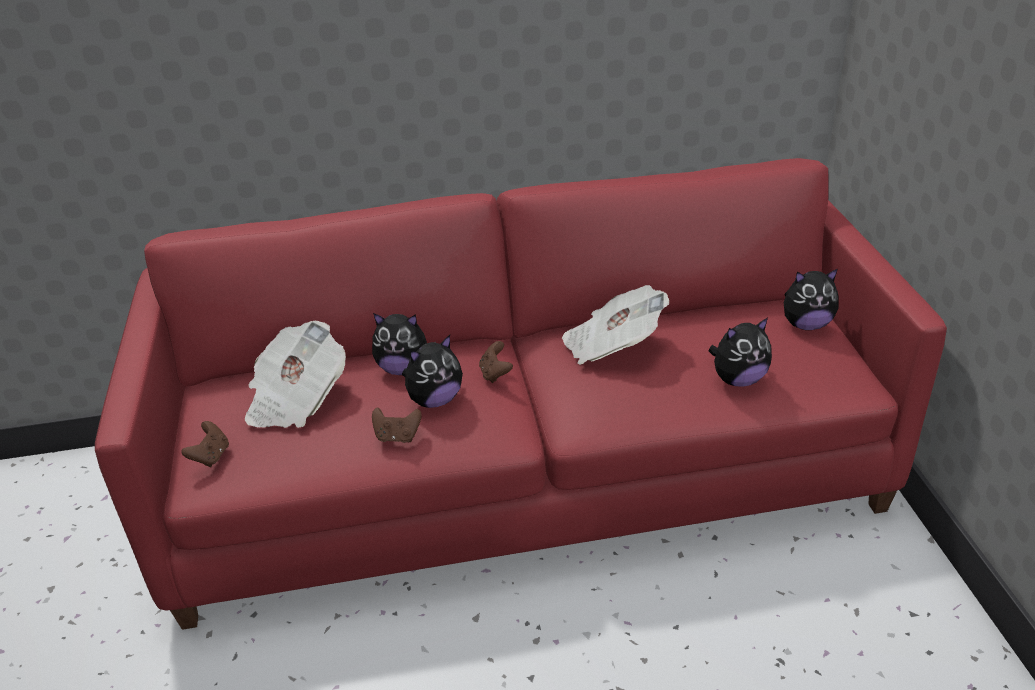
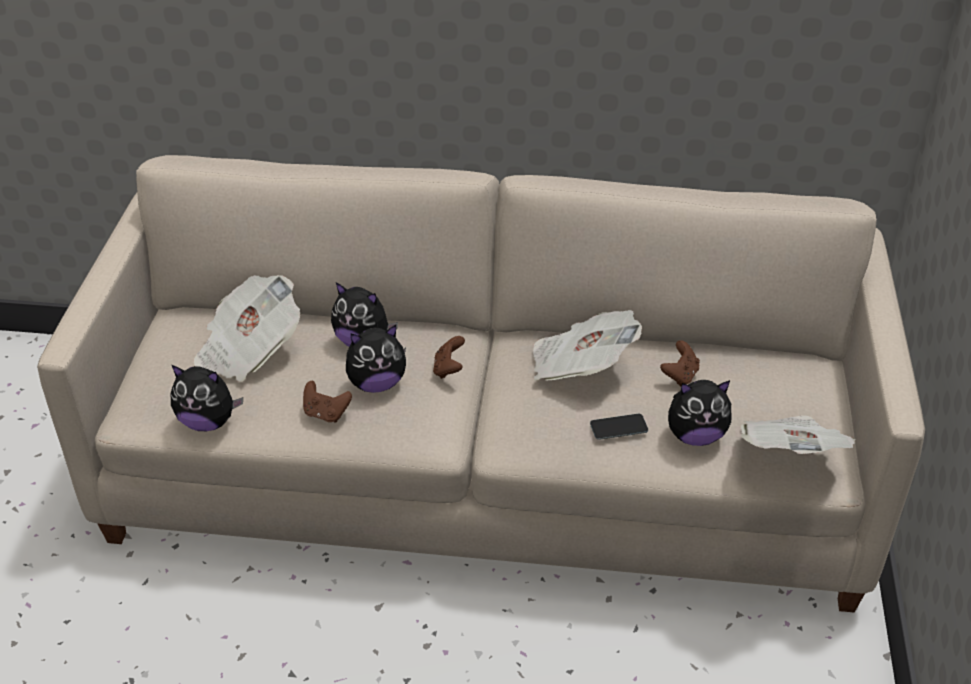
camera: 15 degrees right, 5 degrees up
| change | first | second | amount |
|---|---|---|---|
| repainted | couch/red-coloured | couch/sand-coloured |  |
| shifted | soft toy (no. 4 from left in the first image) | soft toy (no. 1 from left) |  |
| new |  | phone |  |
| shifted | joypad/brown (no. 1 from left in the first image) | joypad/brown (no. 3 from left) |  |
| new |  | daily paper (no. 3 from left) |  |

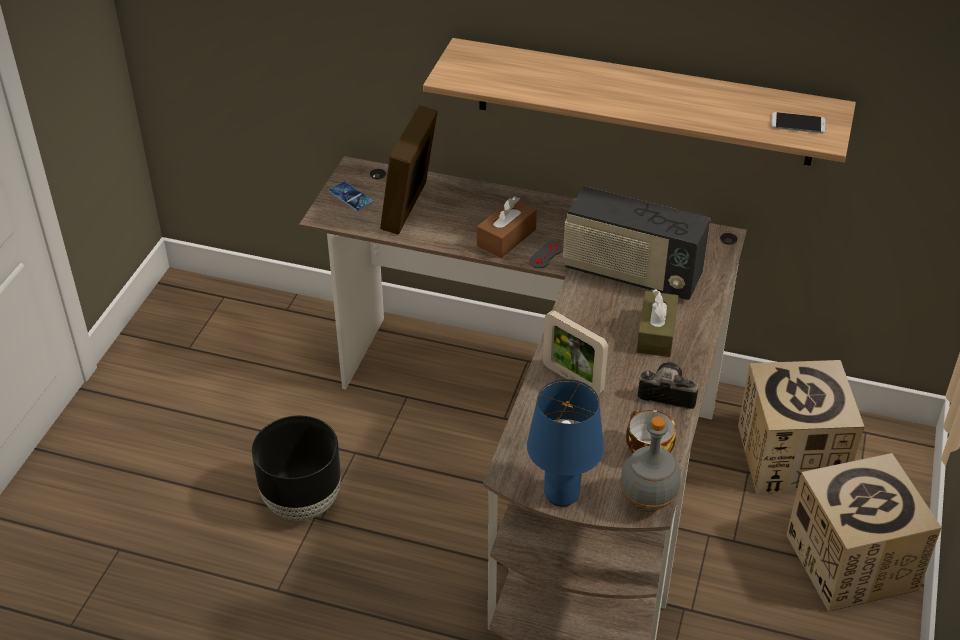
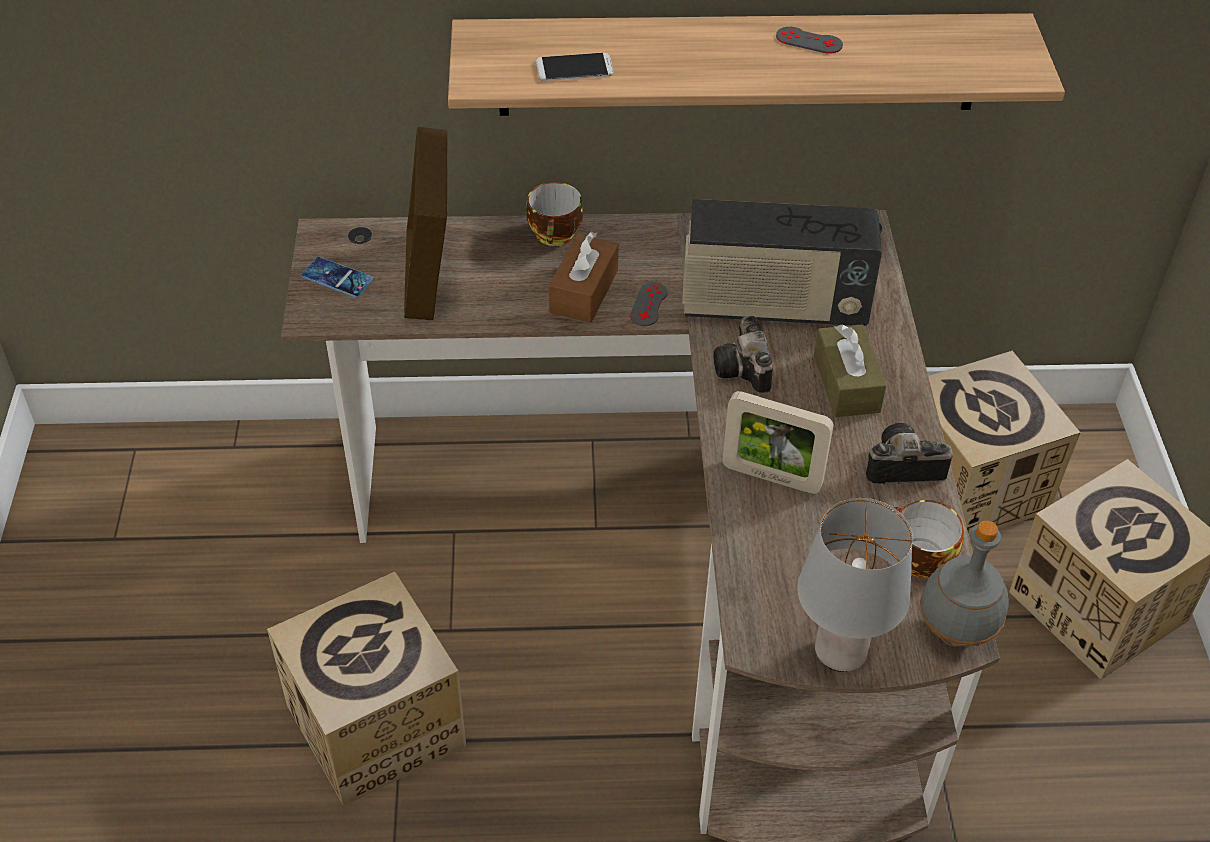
camera: 20 degrees left, 5 degrees up
| change | first | second | amount |
|---|---|---|---|
| swapped | flower pot/black | cardboard box (no. 1 from left) |  |
| new |  | cup (no. 1 from left) |  |
| shifted | phone (no. 2 from left) |  |  |
| new |  | photo camera (no. 1 from left) |  |
| new |  | joypad/grey (no. 2 from left) |  |
| repainted | table lamp/bluish | table lamp/grey |  |

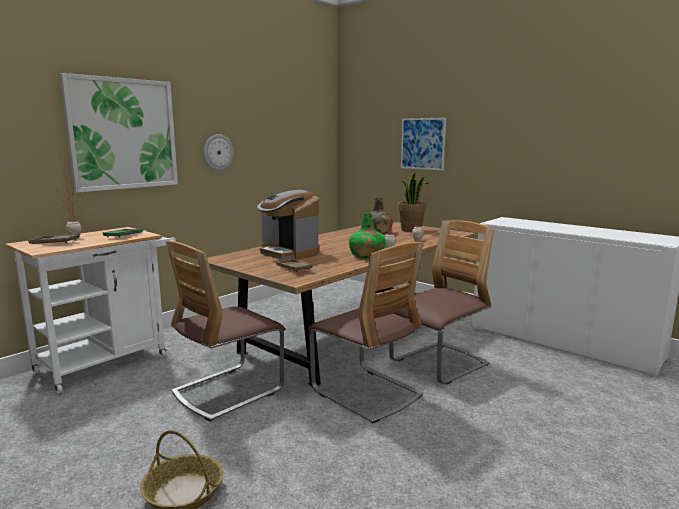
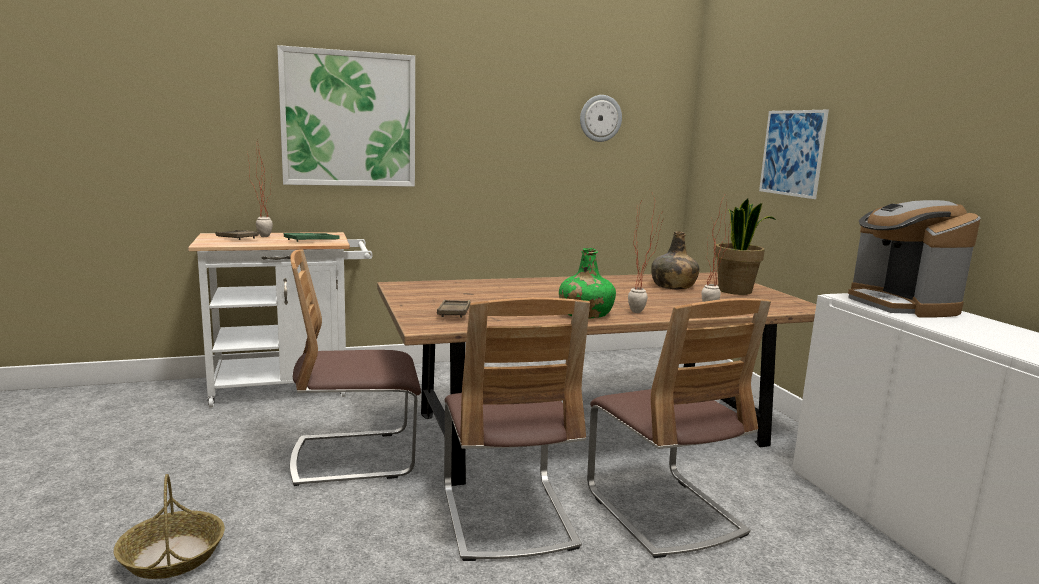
camera: 30 degrees right, 0 degrees up
| change | first | second | amount |
|---|---|---|---|
| shifted | hanging clock |  |  |
| rotated | chair (no. 3 from left) |  | 75 degrees clockwise |
| shifted | coffee brewer |  |  |

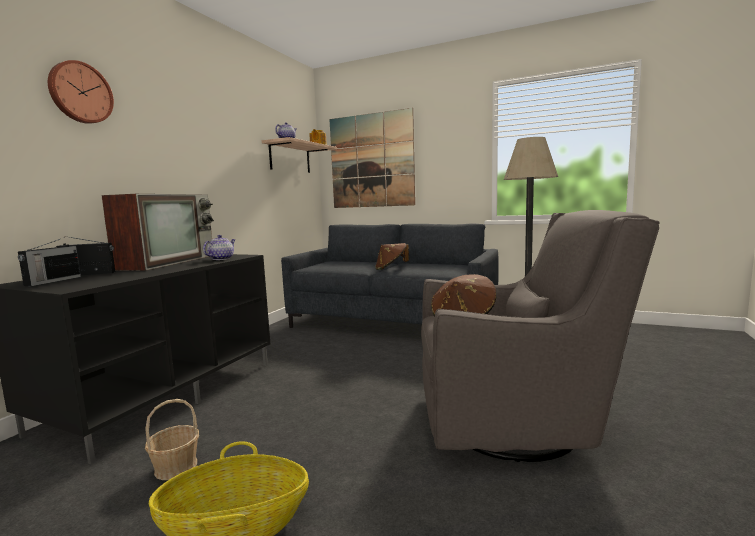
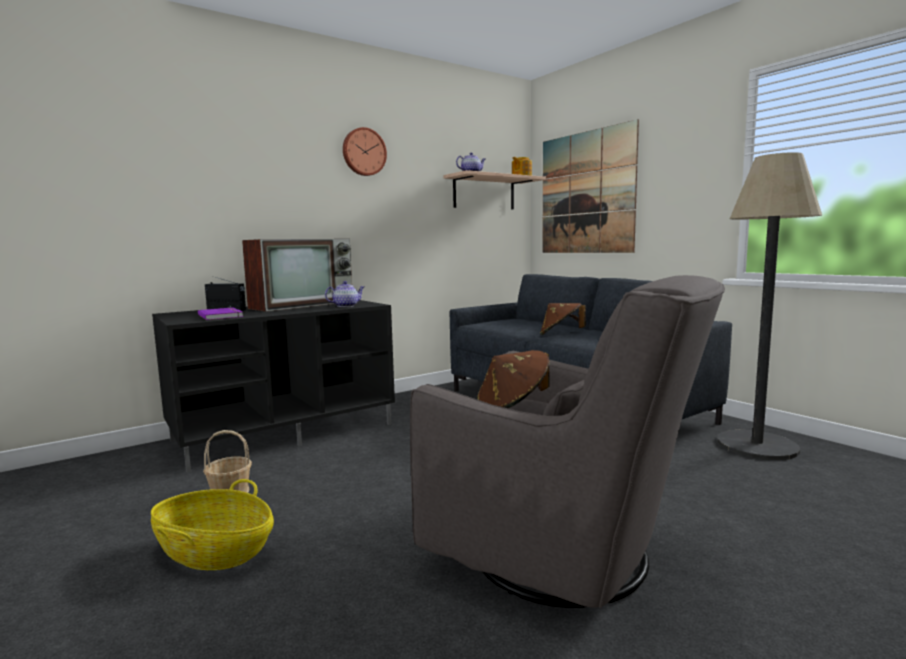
camera: 30 degrees right, 0 degrees up
| change | first | second | amount |
|---|---|---|---|
| new |  | book/purple-coloured |  |
| shifted | hanging clock |  |  |
| gone | radio set (no. 1 from left) |  |  |

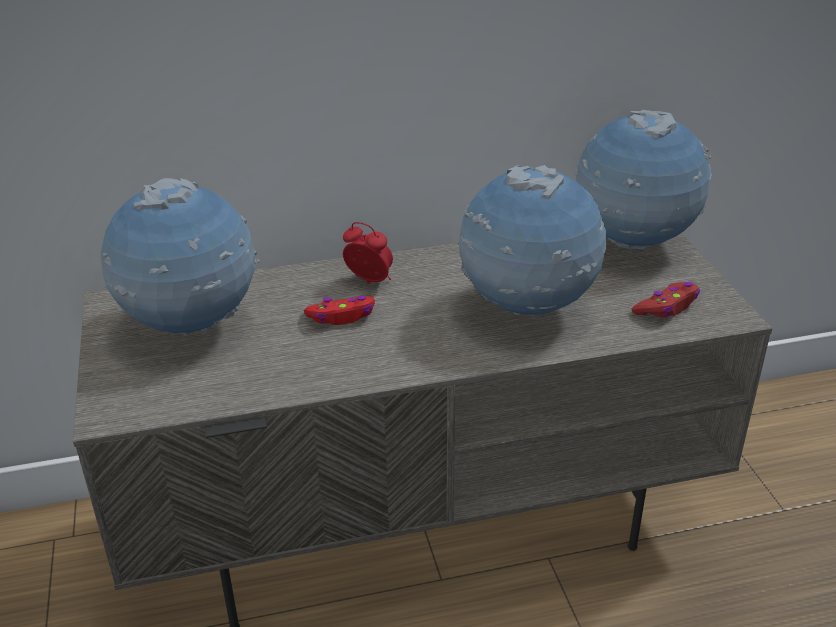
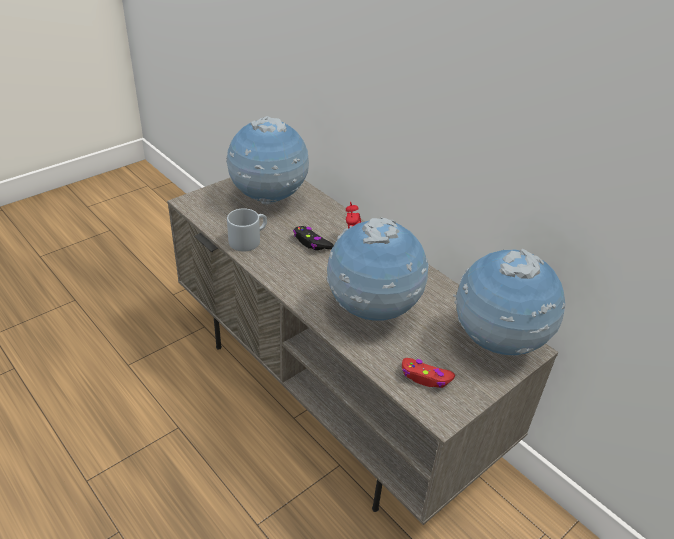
camera: 60 degrees right, 5 degrees up
| change | first | second | amount |
|---|---|---|---|
| new |  | tea mug/grey |  |
| repainted | joypad/red-coloured (no. 1 from left) | joypad/black |  |

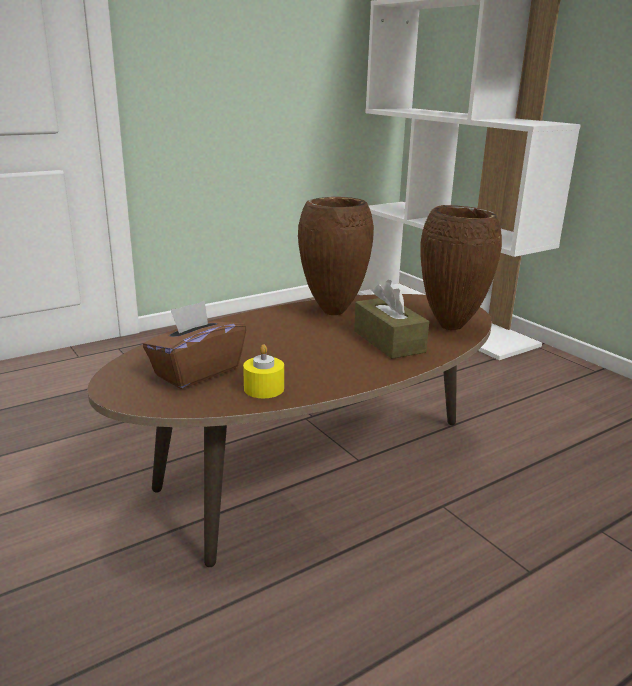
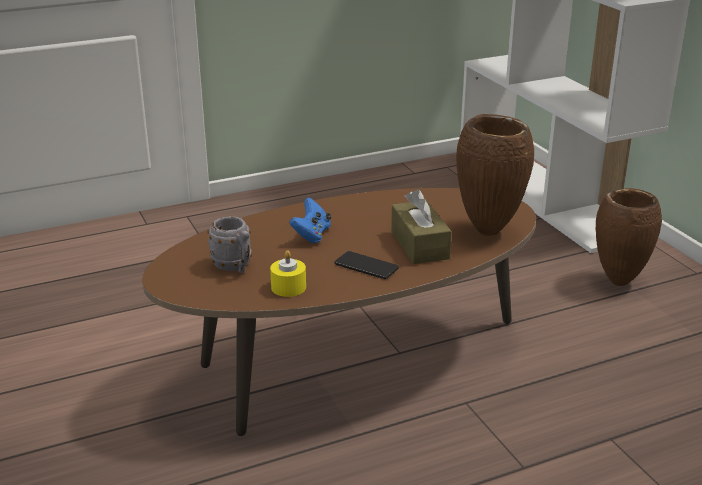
camera: 10 degrees right, 5 degrees up
| change | first | second | amount |
|---|---|---|---|
| swapped | box of tissues/brown (no. 1 from left) | tea mug/grey |  |
| new |  | joypad/bluish |  |
| new |  | phone |  |
| shifted | decorative vase/brown (no. 1 from left in the first image) | decorative vase/brown (no. 2 from left) |  |

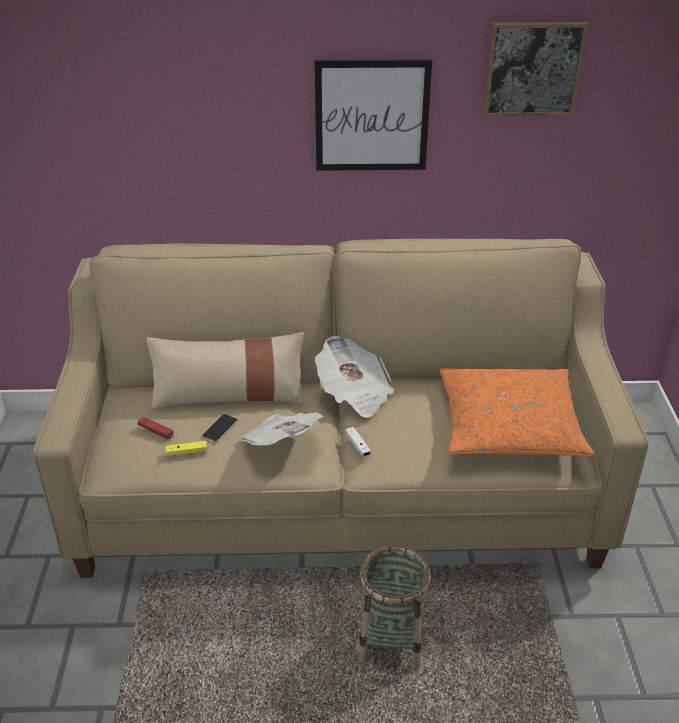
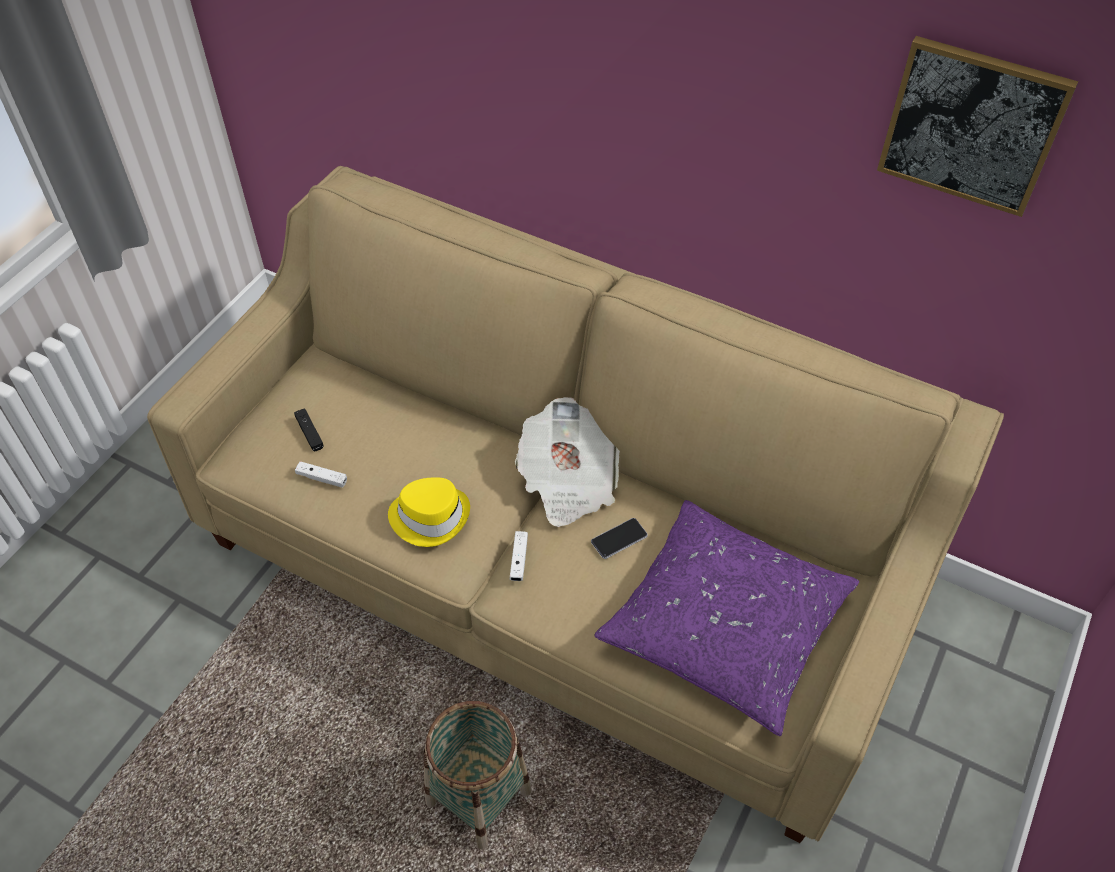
camera: 30 degrees right, 15 degrees up
| change | first | second | amount |
|---|---|---|---|
| repainted | joypad/red-coloured | joypad/black |  |
| repainted | joypad/yellowish | joypad/white (no. 1 from left) |  |
| swapped | daily paper (no. 1 from left) | hat/yellowish |  |
| shifted | phone |  |  |
| repainted | throw pillow/orange-coloured | throw pillow/purple-coloured |  |
| gone | throw pillow/sand-coloured |  |  |
| gone | picture (no. 1 from left) |  |  |

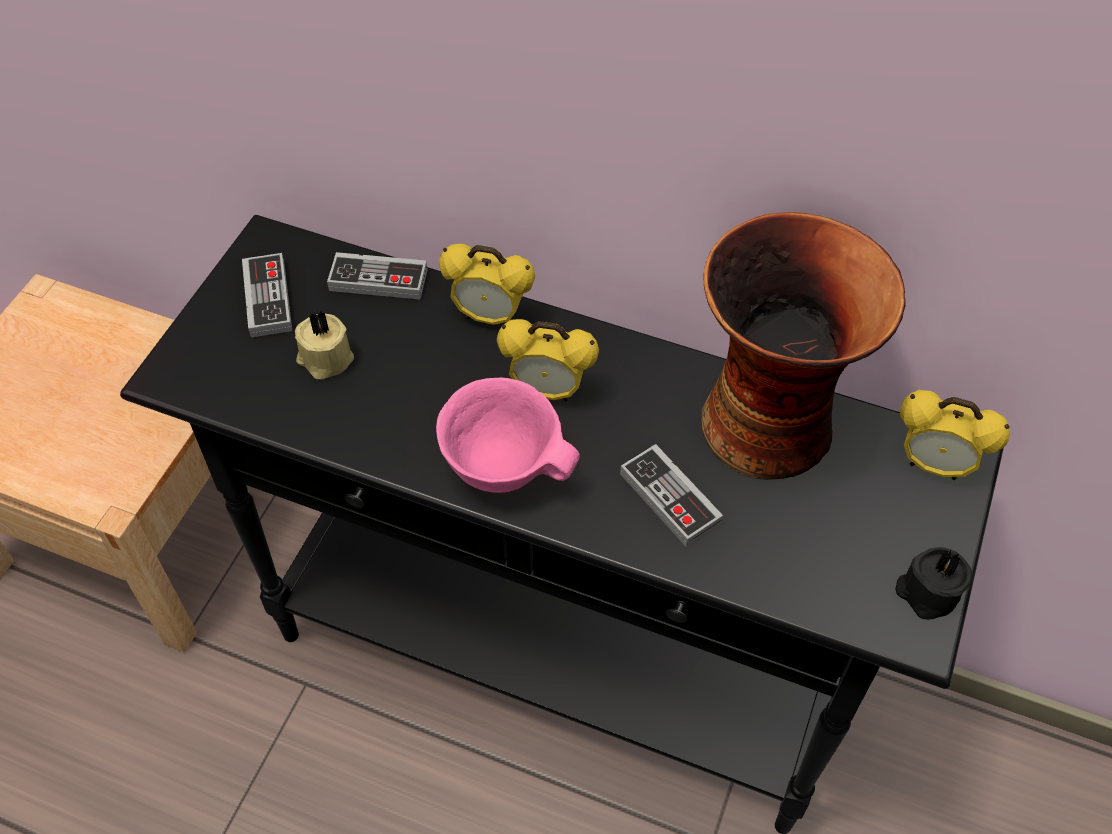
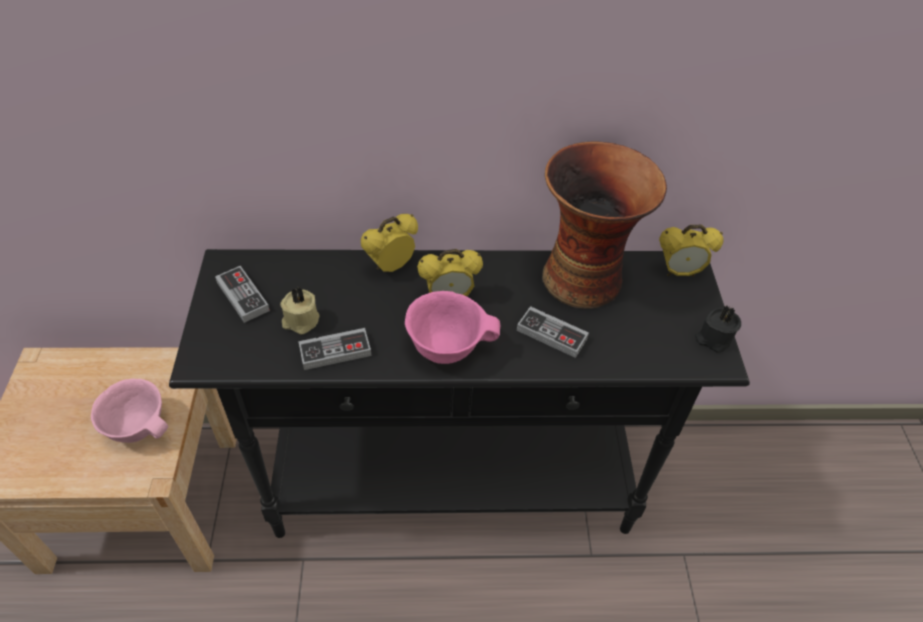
camera: 25 degrees left, 5 degrees down
| change | first | second | amount |
|---|---|---|---|
| new |  | deep dish/pinkish (no. 1 from left) |  |
| shifted | joypad (no. 2 from left) |  |  |
| rotated | bedside clock (no. 1 from left) |  | 150 degrees clockwise |

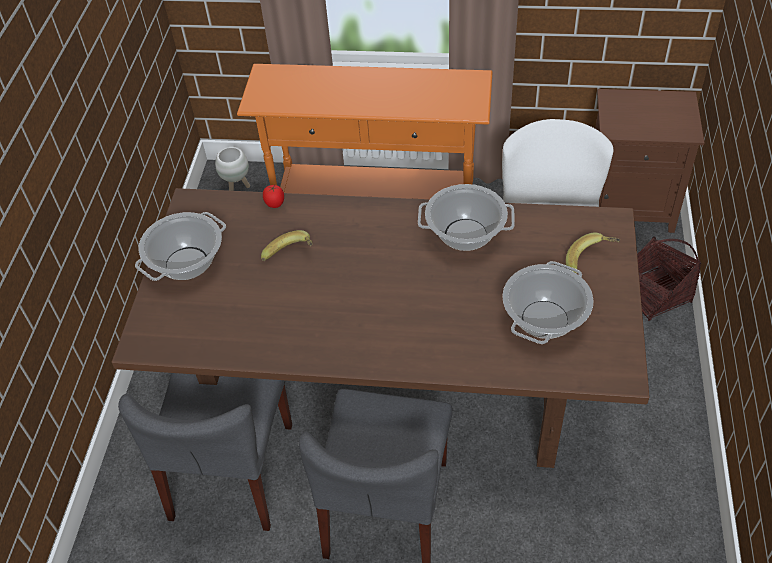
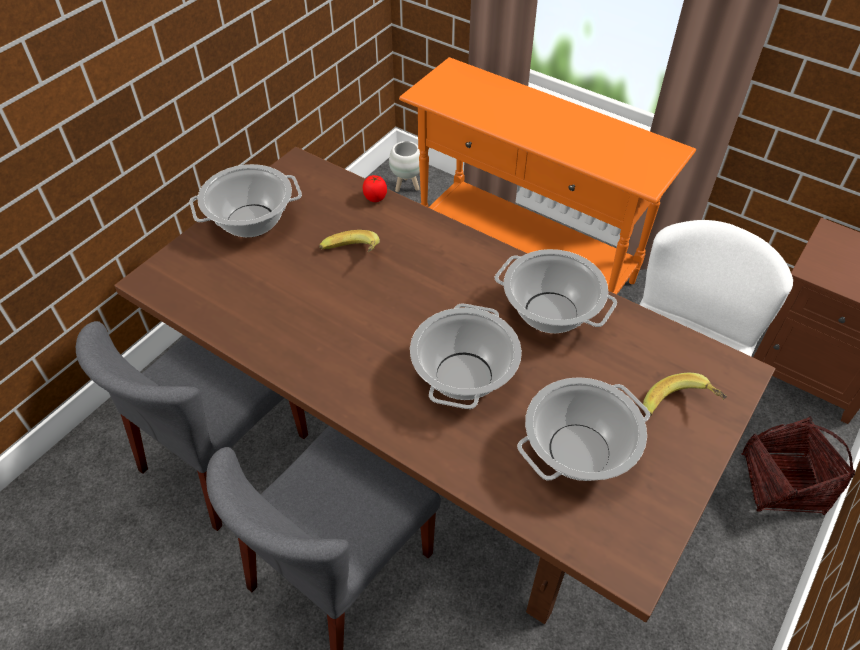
camera: 25 degrees right, 0 degrees up
| change | first | second | amount |
|---|---|---|---|
| new |  | stockpot (no. 2 from left) |  |

